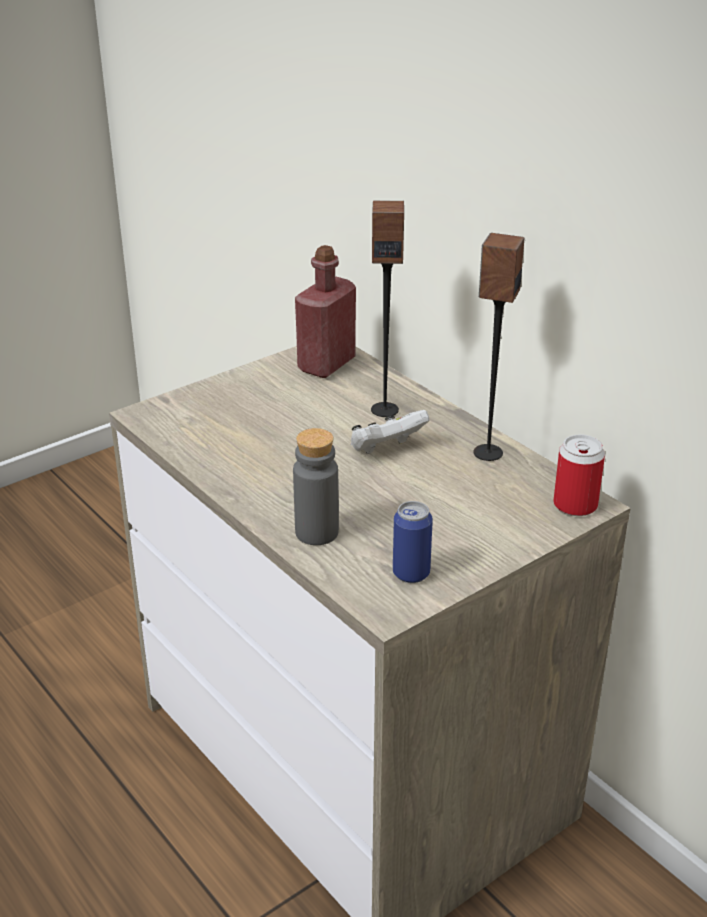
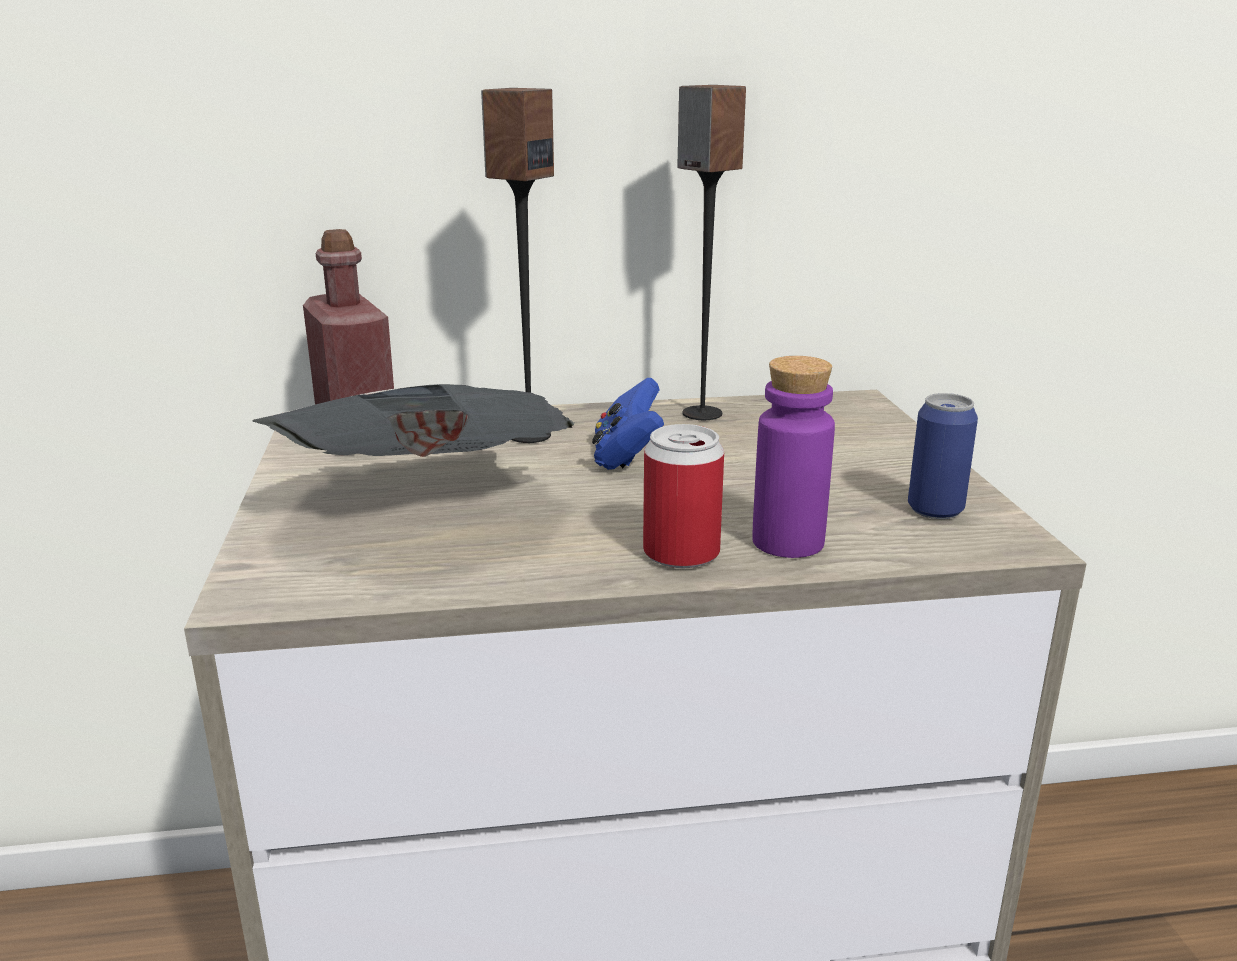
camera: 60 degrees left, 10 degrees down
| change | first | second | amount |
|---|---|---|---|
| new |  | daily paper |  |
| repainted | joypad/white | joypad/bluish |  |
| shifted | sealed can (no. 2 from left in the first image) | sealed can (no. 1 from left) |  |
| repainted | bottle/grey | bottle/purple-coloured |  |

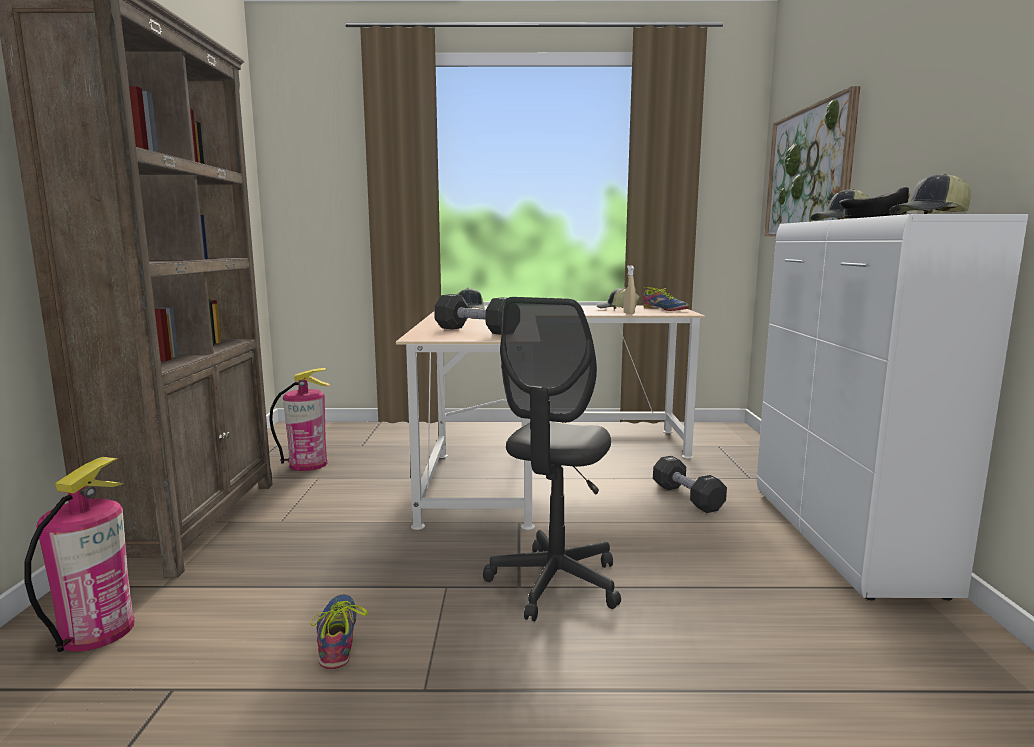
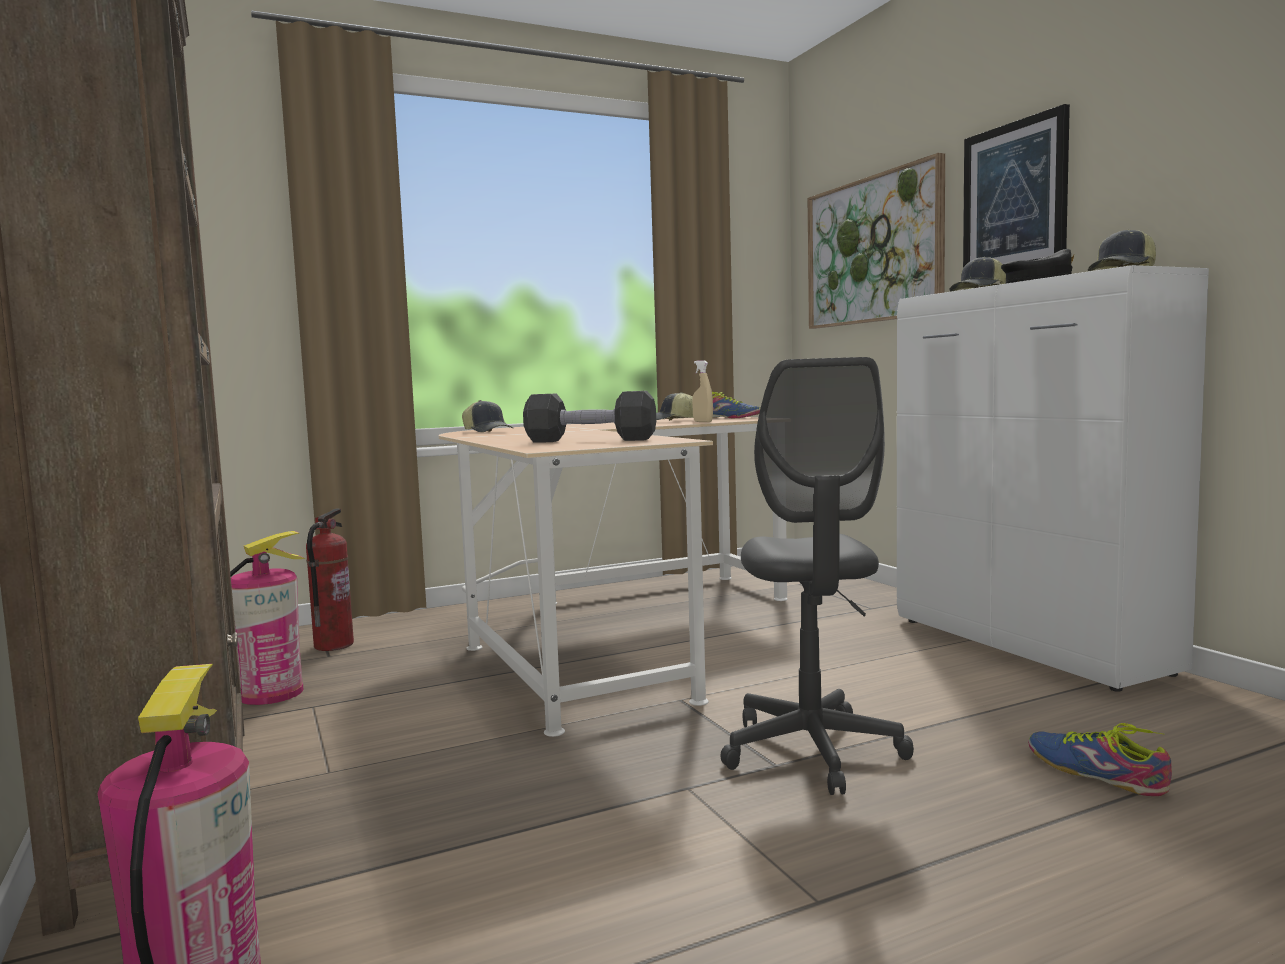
camera: 25 degrees left, 5 degrees down
| change | first | second | amount |
|---|---|---|---|
| new |  | extinguisher (no. 3 from left) |  |
| new |  | picture (no. 2 from left) |  |
| shifted | item of footwear (no. 1 from left in the first image) | item of footwear (no. 2 from left) |  |
| gone | free weight/black (no. 2 from left) |  |  |

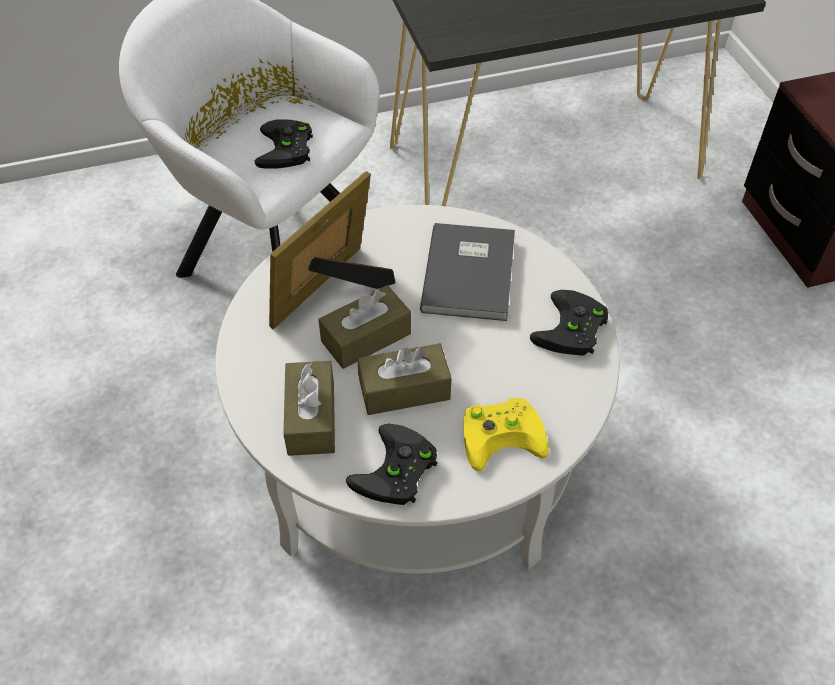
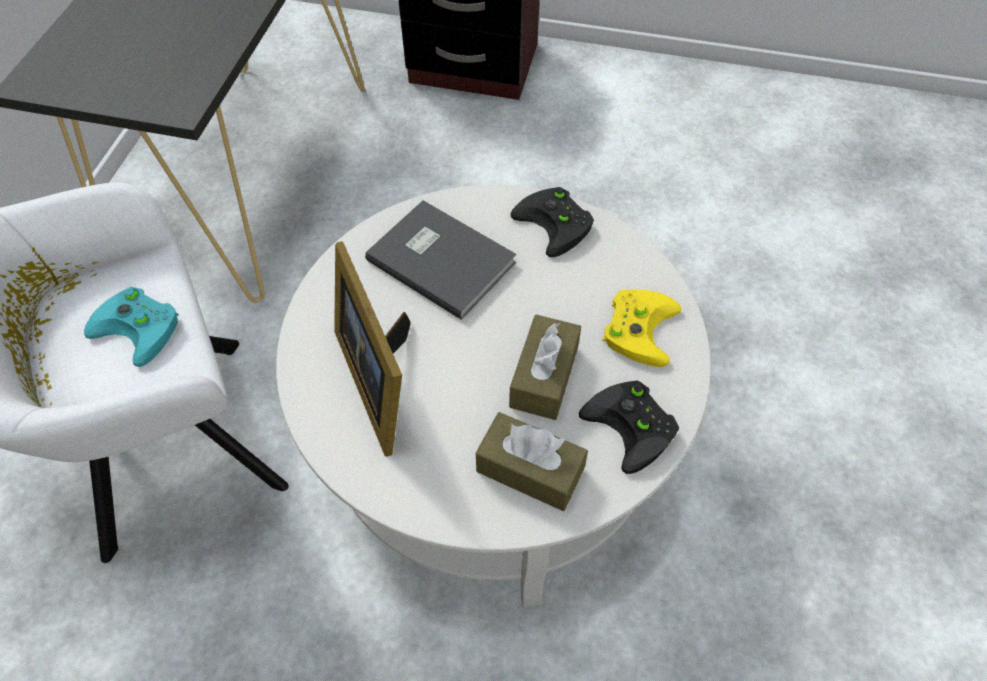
camera: 60 degrees left, 5 degrees up
| change | first | second | amount |
|---|---|---|---|
| repainted | joypad/black (no. 1 from left) | joypad/turquoise |  |
| gone | box of tissues/brown (no. 2 from left) |  |  |

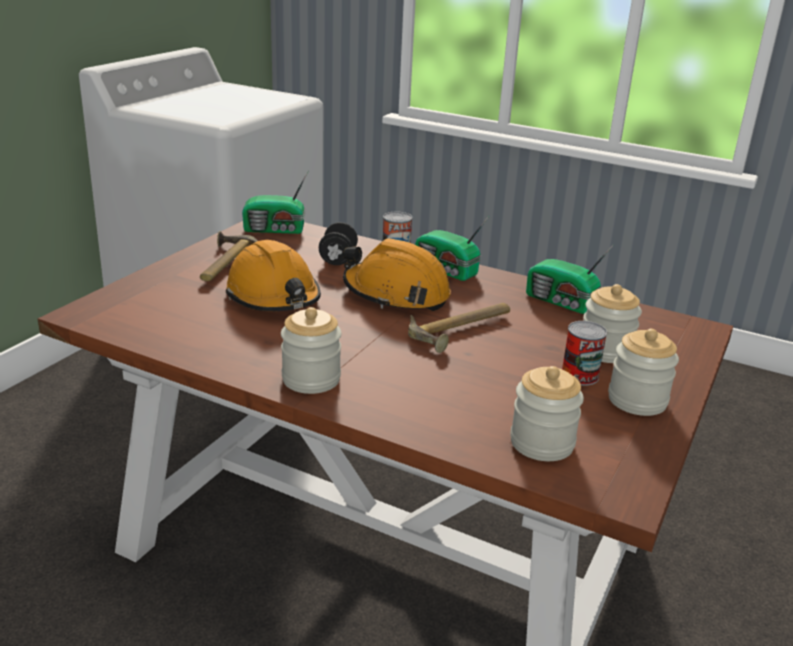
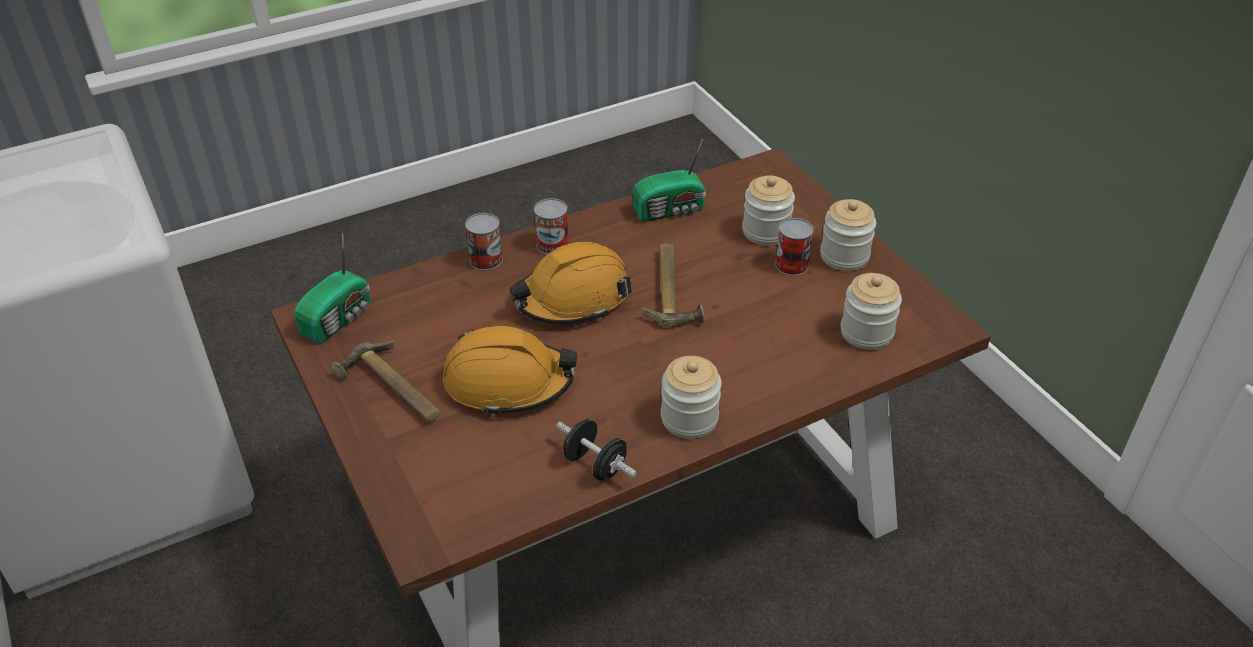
camera: 55 degrees left, 15 degrees up
| change | first | second | amount |
|---|---|---|---|
| swapped | radio set (no. 2 from left) | sealed can (no. 2 from left) |  |
| shifted | free weight/black |  |  |

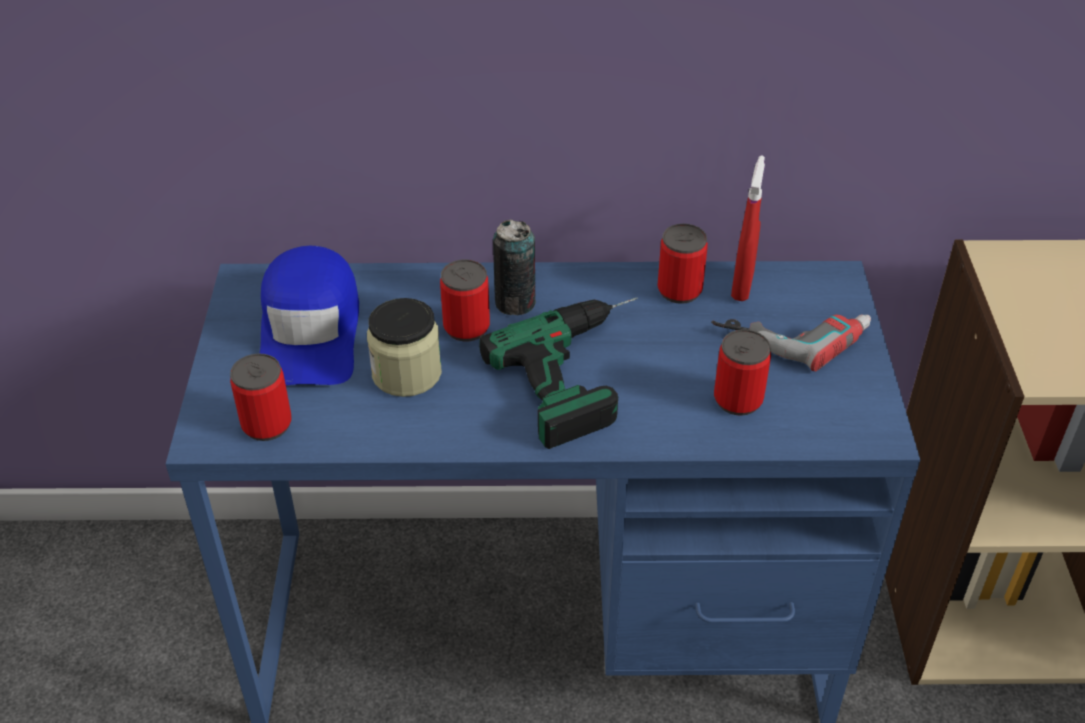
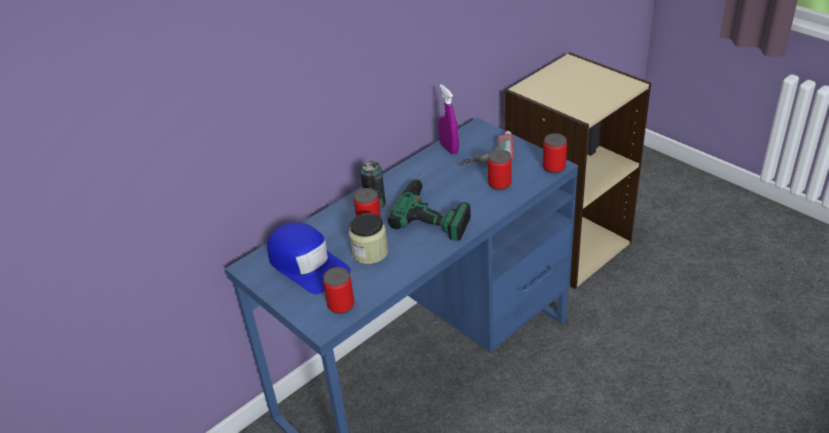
camera: 40 degrees left, 5 degrees down
| change | first | second | amount |
|---|---|---|---|
| repainted | hand sprayer/red-coloured | hand sprayer/purple-coloured |  |
| shifted | sealed can (no. 4 from left in the first image) | sealed can (no. 5 from left) |  |

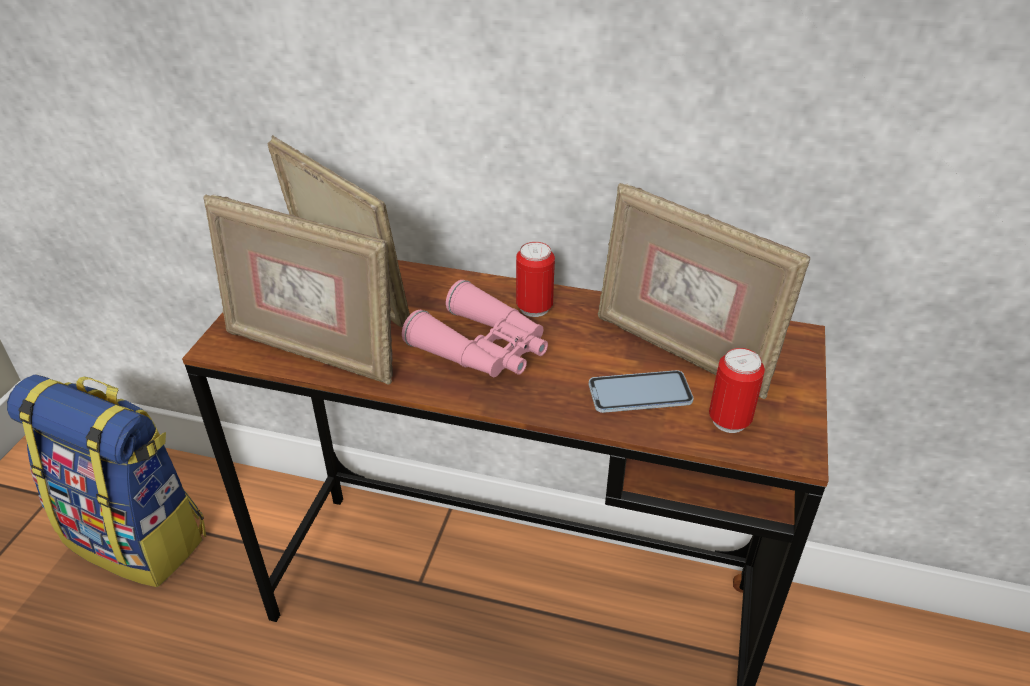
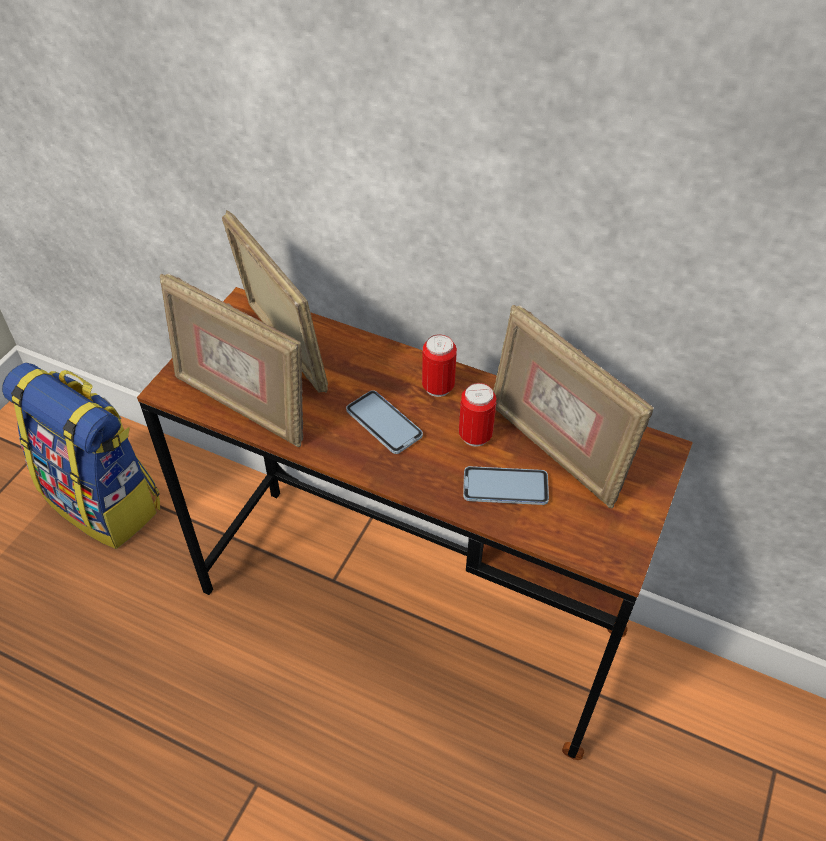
camera: 10 degrees right, 10 degrees up
| change | first | second | amount |
|---|---|---|---|
| swapped | field glasses/pinkish | phone (no. 1 from left) |  |
| shifted | sealed can (no. 2 from left) |  |  |

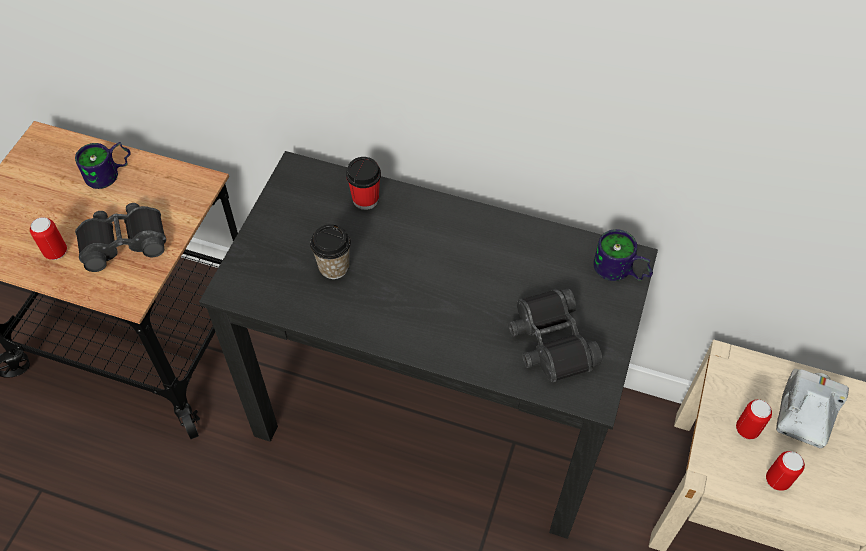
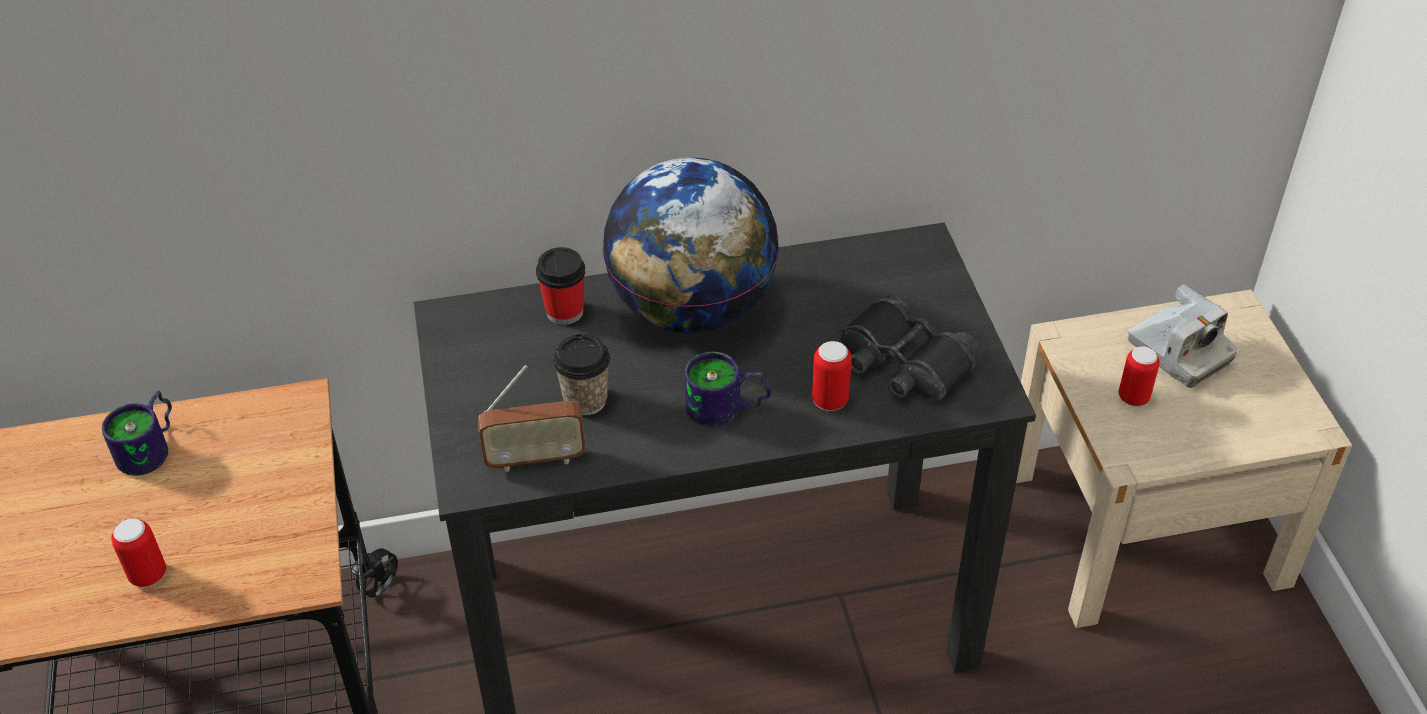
camera: 30 degrees left, 10 degrees down
| change | first | second | amount |
|---|---|---|---|
| new |  | radio set |  |
| new |  | world globe |  |
| shifted | tea mug (no. 2 from left) |  |  |
| shifted | sealed can (no. 3 from left in the first image) | sealed can (no. 2 from left) |  |
| rotated | photo camera |  | 150 degrees clockwise |
| gone | field glasses/black (no. 1 from left) |  |  |

